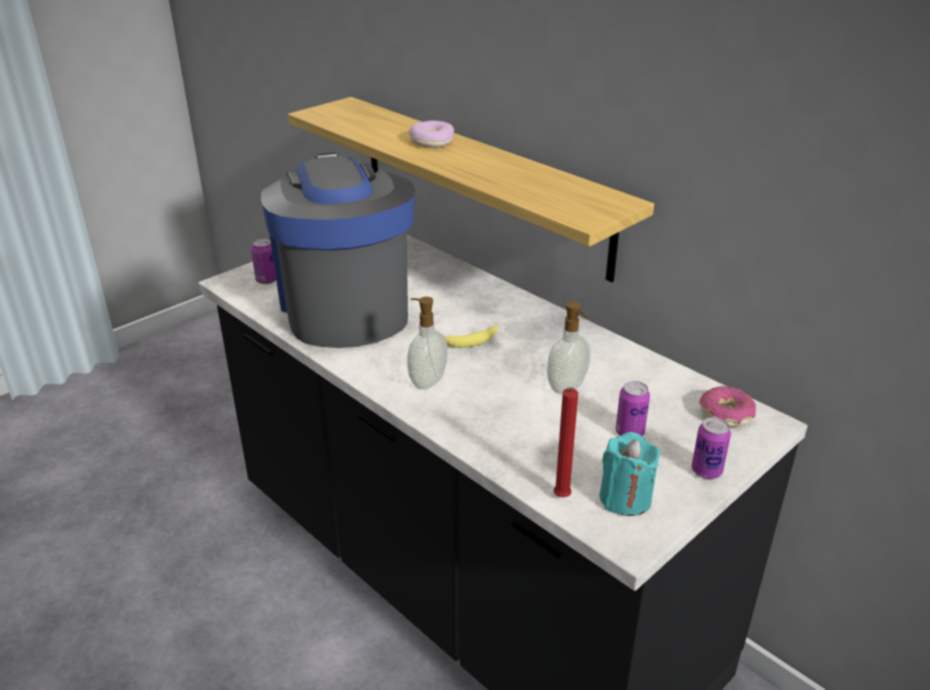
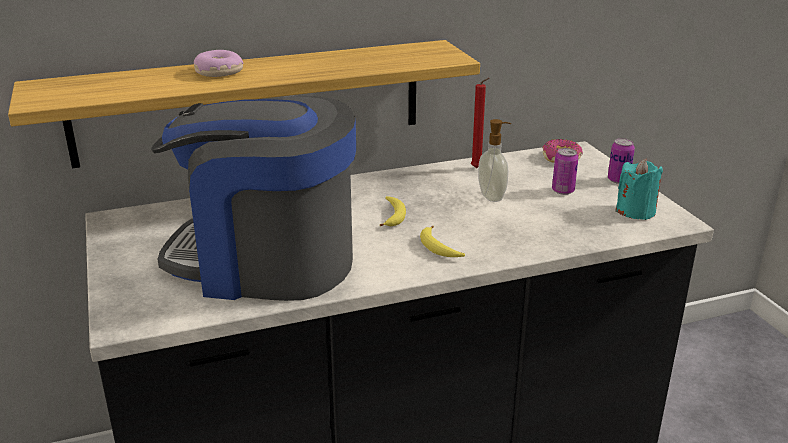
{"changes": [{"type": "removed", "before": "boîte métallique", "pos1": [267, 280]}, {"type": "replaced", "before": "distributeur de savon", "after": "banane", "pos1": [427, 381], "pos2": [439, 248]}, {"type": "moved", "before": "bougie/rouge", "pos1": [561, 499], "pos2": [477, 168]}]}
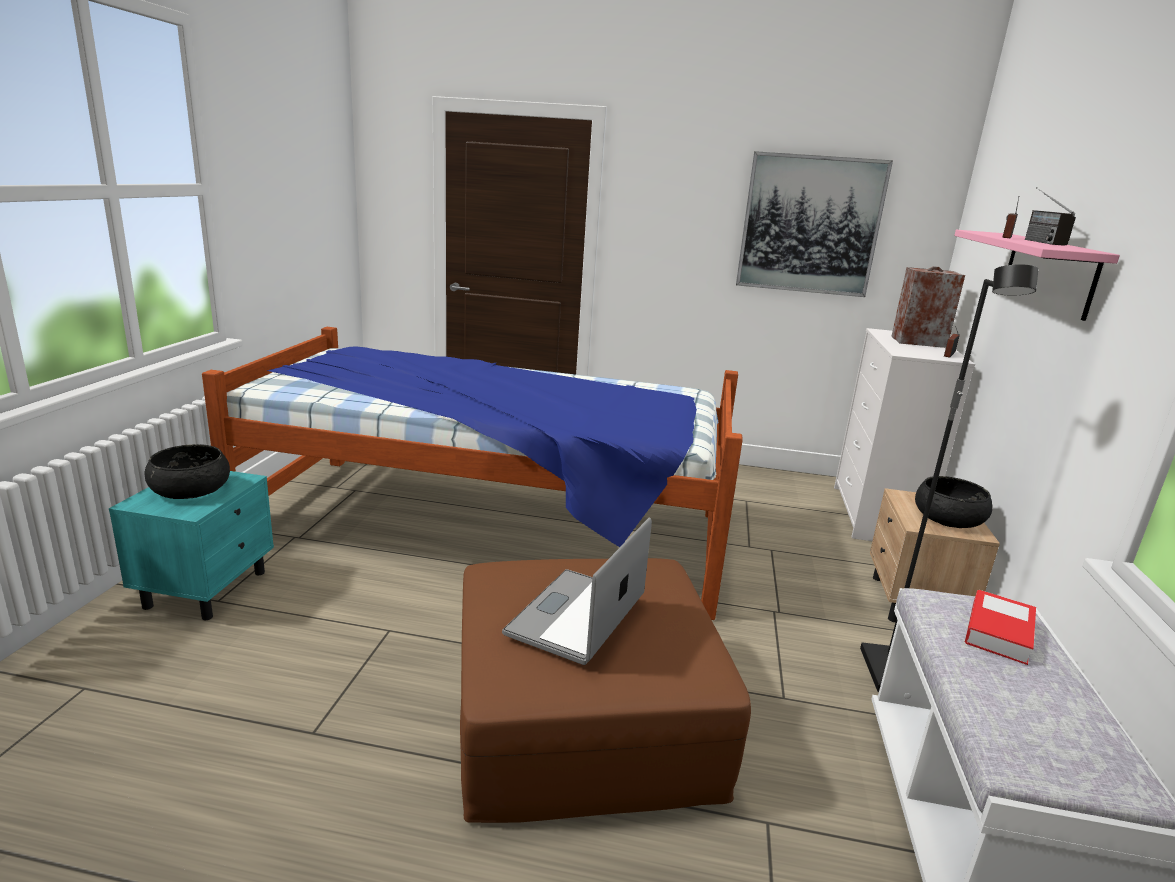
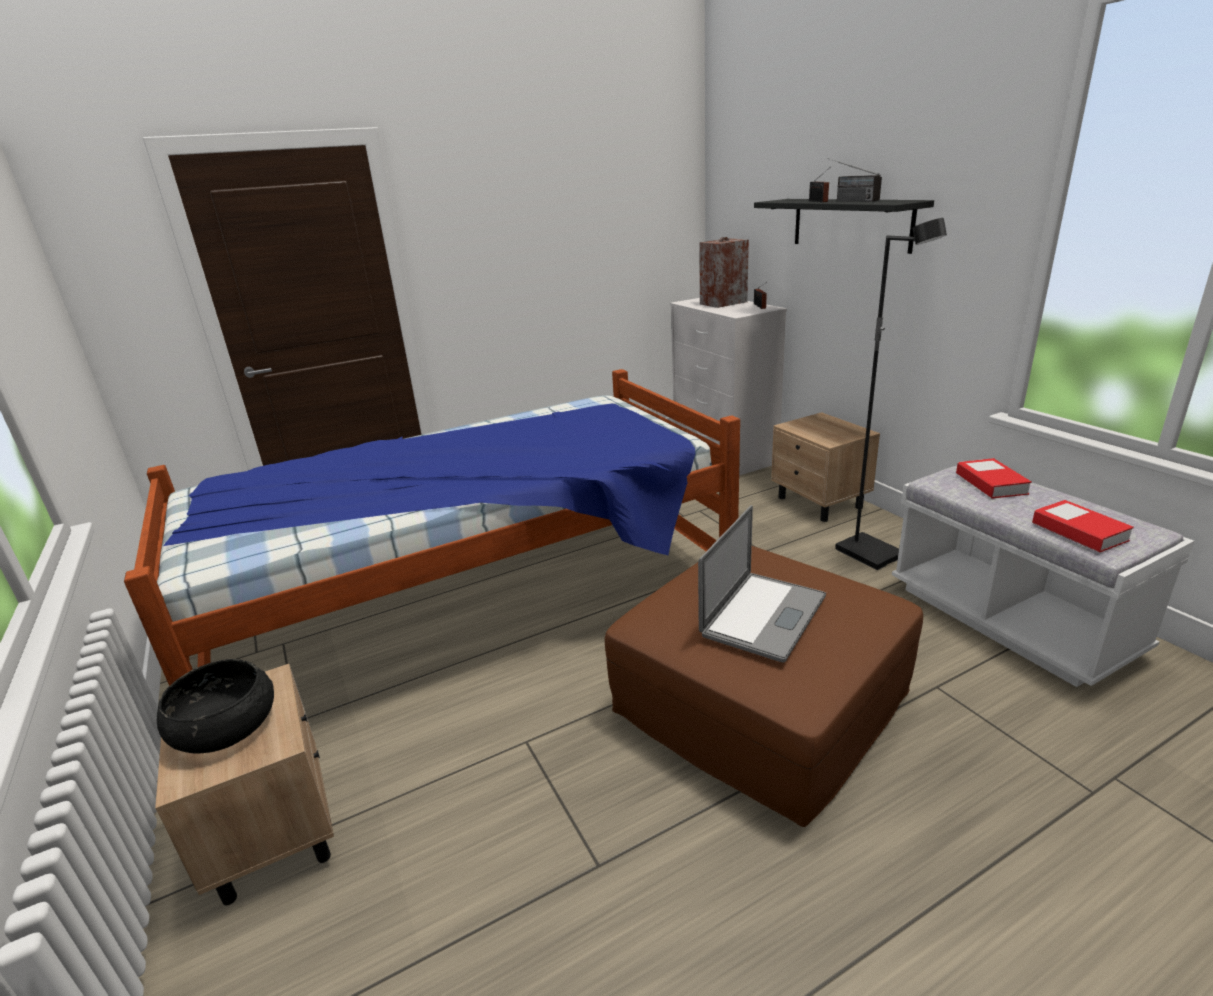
{"changes": [{"type": "removed", "before": "tableau", "pos1": [810, 225]}, {"type": "recoloured", "before": "étagère/rose", "after": "étagère/noir", "pos1": [1048, 273], "pos2": [850, 224]}, {"type": "recoloured", "before": "table de chevet/turquoise", "after": "table de chevet/beige", "pos1": [208, 588], "pos2": [274, 832]}, {"type": "removed", "before": "bol/noir", "pos1": [948, 518]}, {"type": "turned", "before": "ordinateur portable", "pos1": [576, 615], "pos2": [763, 615], "turn": -135}, {"type": "added", "after": "livre", "pos2": [1079, 532]}]}
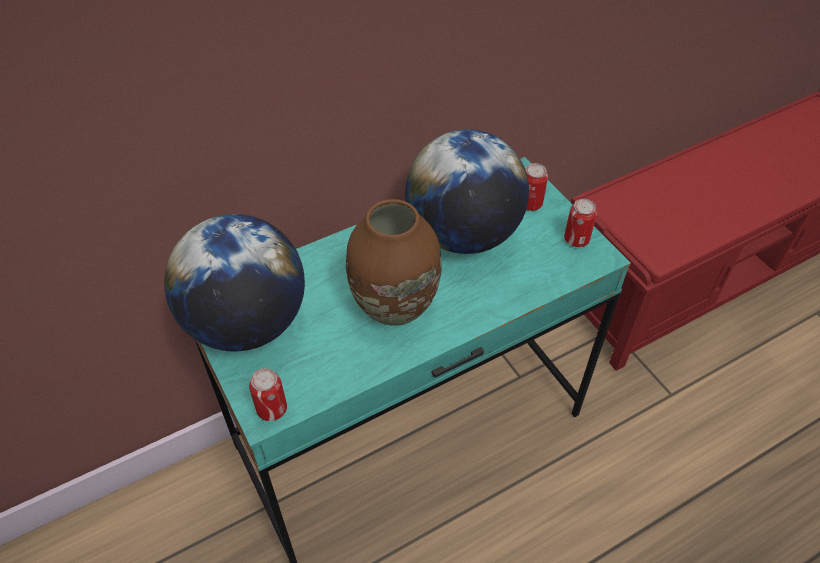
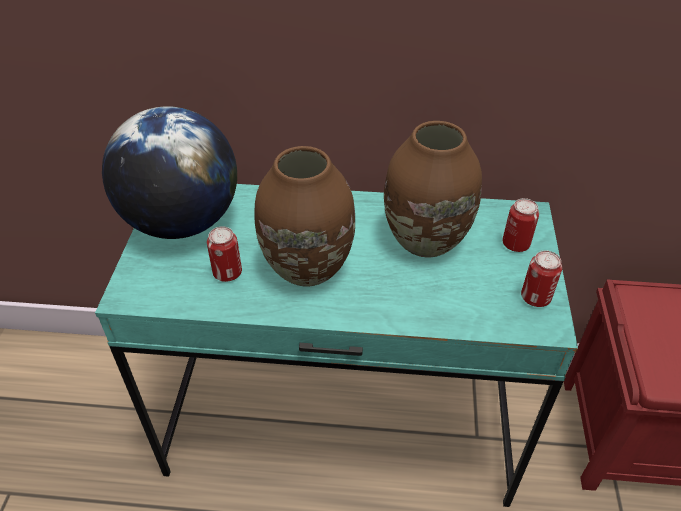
{"changes": [{"type": "replaced", "before": "globe", "after": "vase/marron", "pos1": [463, 234], "pos2": [424, 240]}, {"type": "moved", "before": "boîte métallique", "pos1": [272, 409], "pos2": [227, 273]}]}
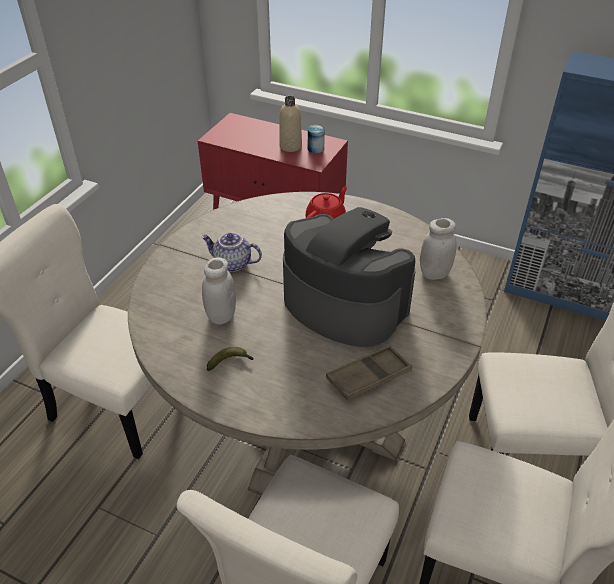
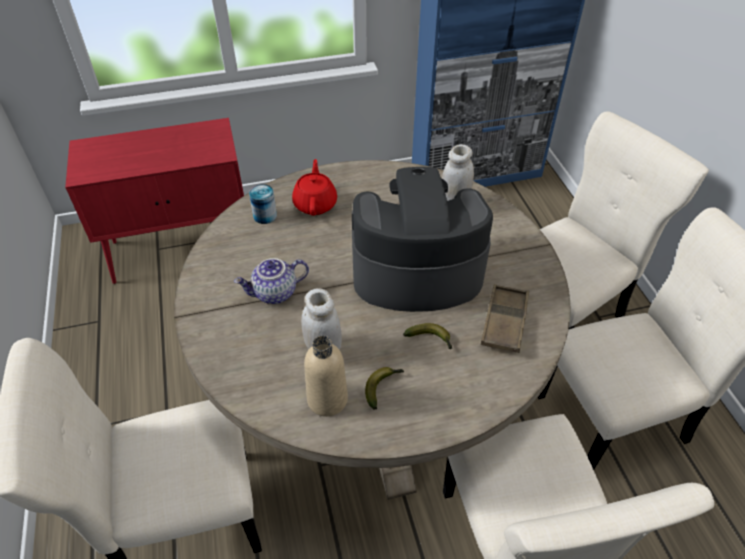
{"changes": [{"type": "moved", "before": "bouteille/beige", "pos1": [290, 146], "pos2": [327, 399]}, {"type": "moved", "before": "boîte métallique", "pos1": [315, 149], "pos2": [265, 216]}, {"type": "added", "after": "banane", "pos2": [431, 339]}]}
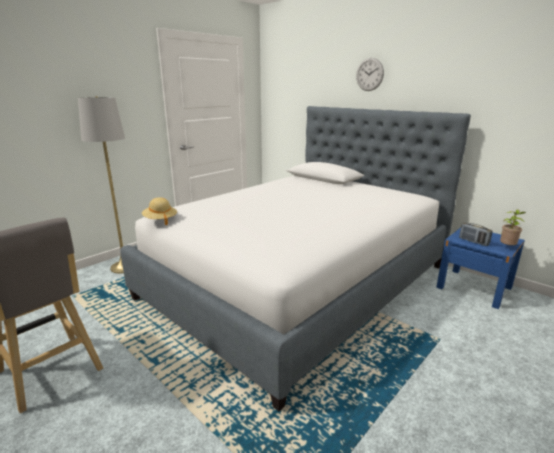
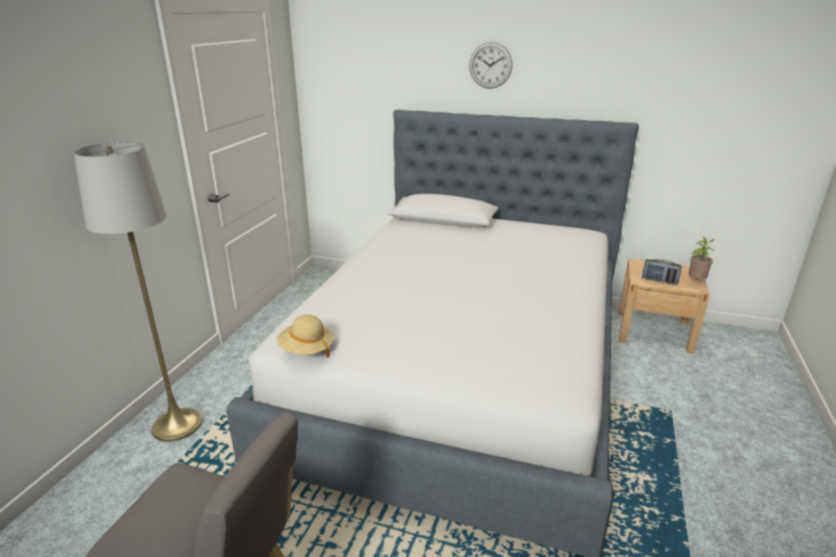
{"changes": [{"type": "recoloured", "before": "table de chevet/bleu", "after": "table de chevet/beige", "pos1": [474, 287], "pos2": [654, 331]}]}
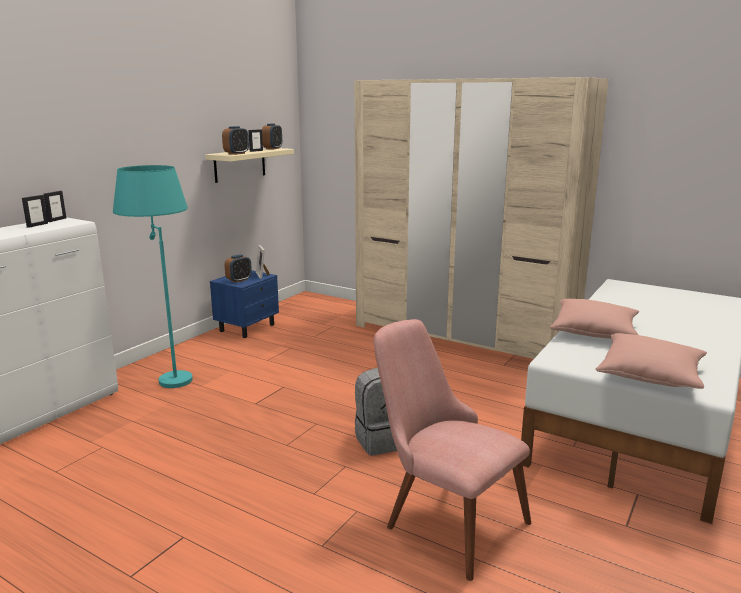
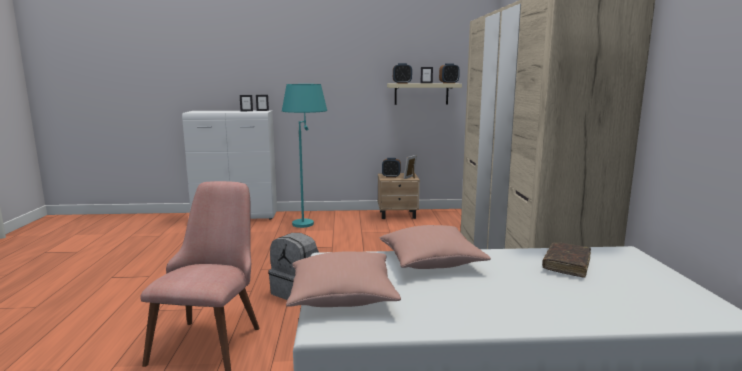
{"changes": [{"type": "recoloured", "before": "table de chevet/bleu", "after": "table de chevet/beige", "pos1": [248, 327], "pos2": [398, 215]}, {"type": "added", "after": "livre/marron", "pos2": [566, 265]}]}
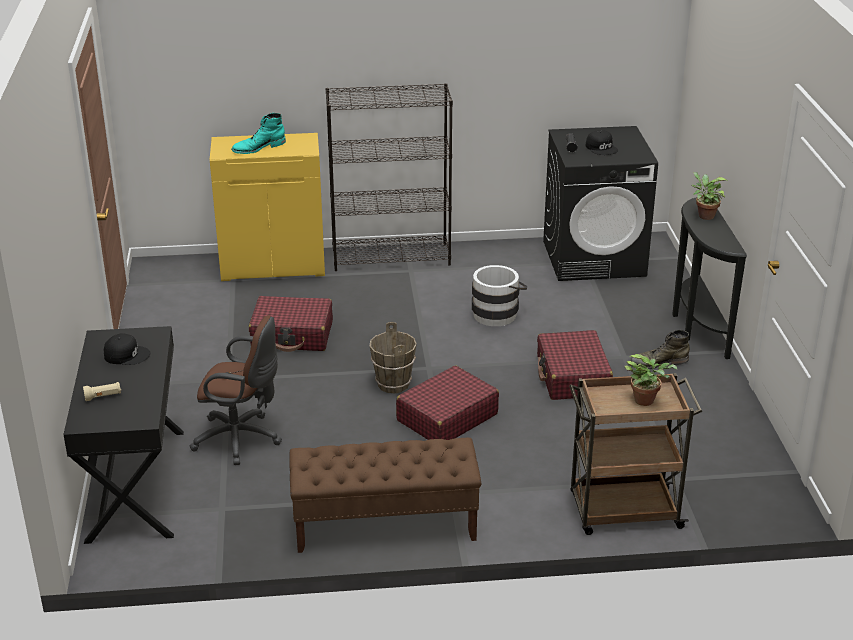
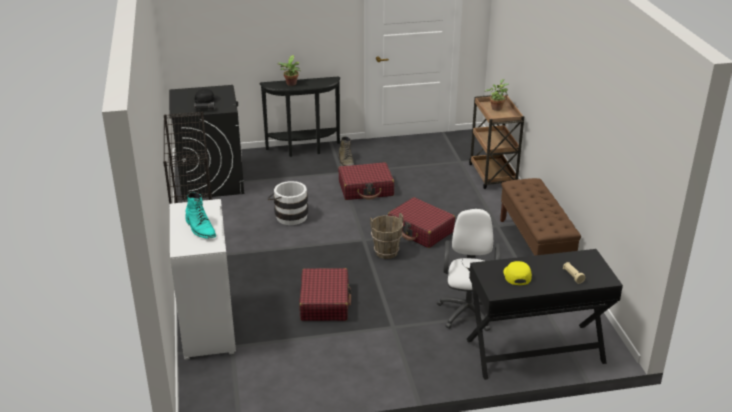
{"changes": [{"type": "recoloured", "before": "meuble de rangement/jaune", "after": "meuble de rangement/blanc", "pos1": [273, 265], "pos2": [207, 326]}, {"type": "recoloured", "before": "chaise de bureau/marron", "after": "chaise de bureau/blanc", "pos1": [241, 439], "pos2": [468, 310]}, {"type": "recoloured", "before": "casquette/noir", "after": "casquette/jaune", "pos1": [126, 355], "pos2": [516, 275]}]}
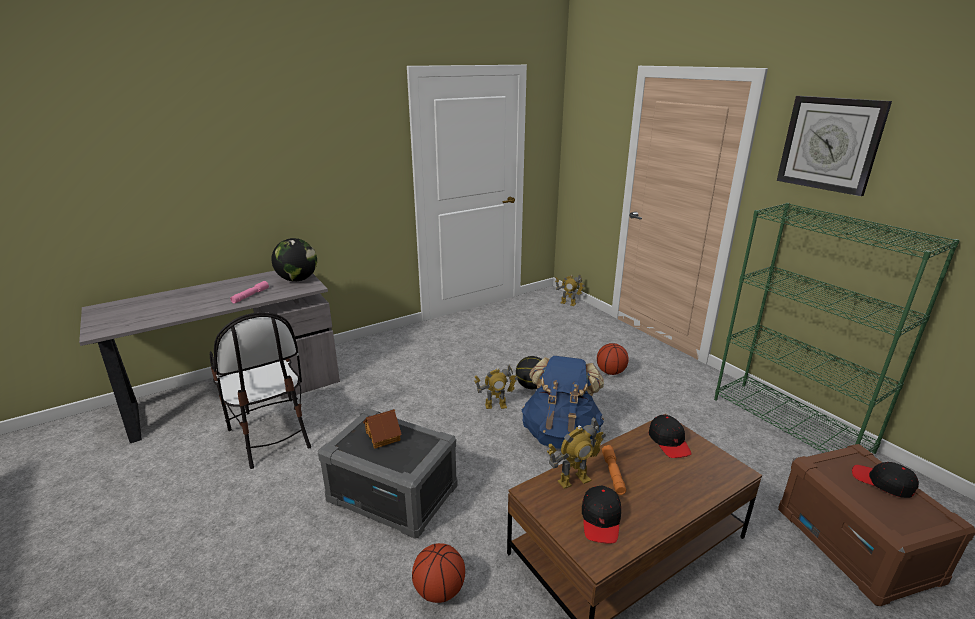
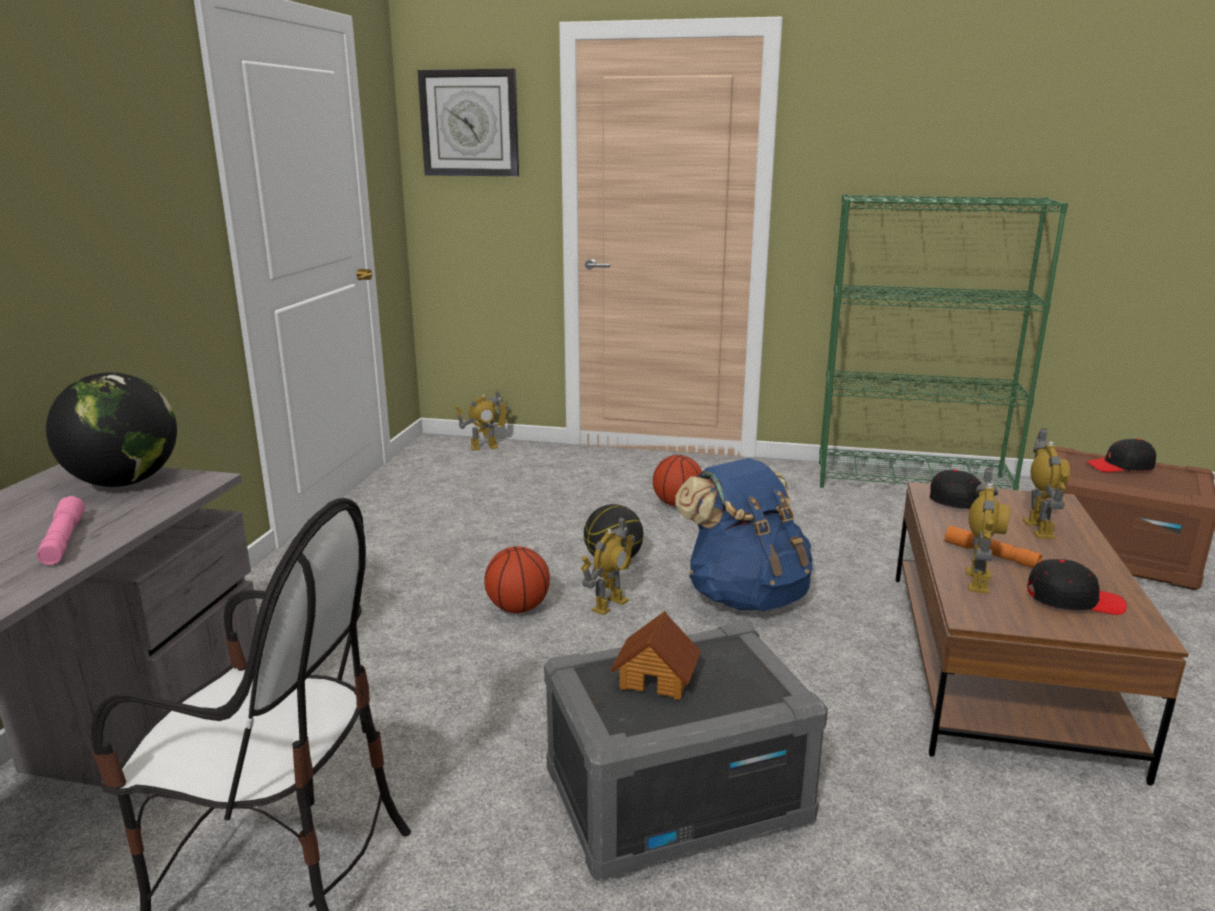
{"changes": [{"type": "moved", "before": "horloge murale", "pos1": [830, 144], "pos2": [470, 123]}, {"type": "turned", "before": "casquette/noir", "pos1": [601, 520], "pos2": [1073, 599], "turn": -45}, {"type": "moved", "before": "ballon de basket", "pos1": [440, 590], "pos2": [518, 608]}, {"type": "added", "after": "robot jouet", "pos2": [1039, 529]}]}
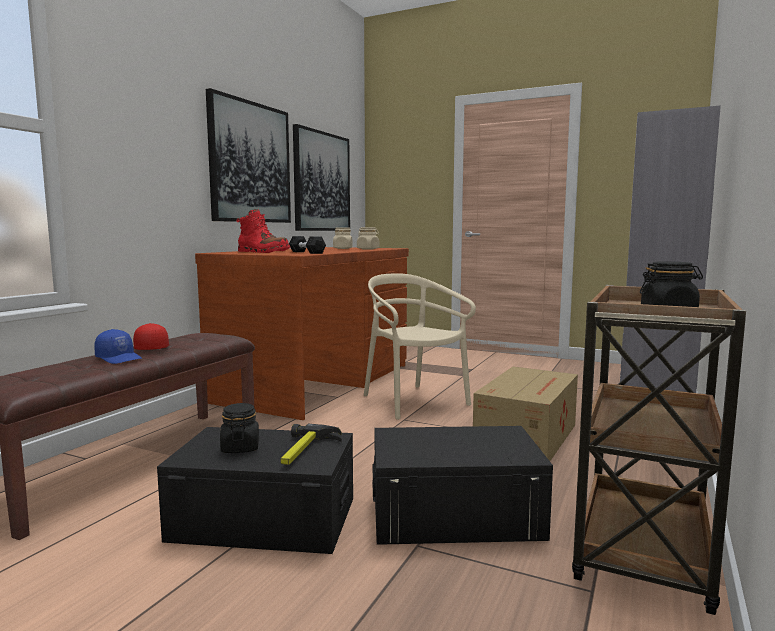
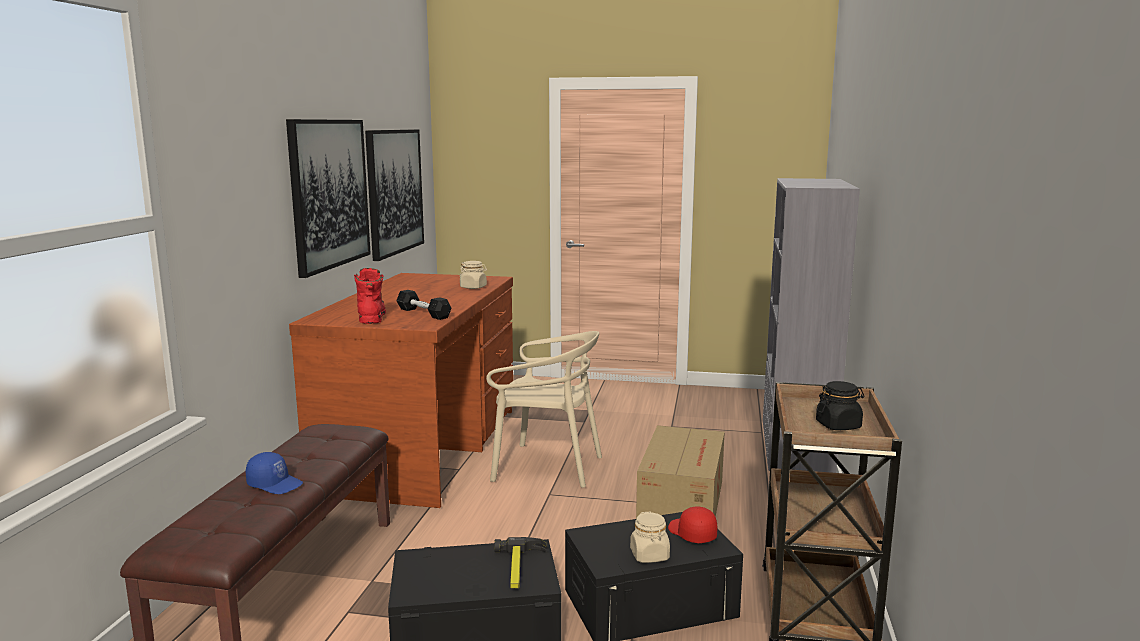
{"changes": [{"type": "turned", "before": "botte/rouge", "pos1": [263, 252], "pos2": [371, 316], "turn": -120}, {"type": "moved", "before": "bocal/beige", "pos1": [342, 248], "pos2": [649, 555]}, {"type": "turned", "before": "chaise/beige", "pos1": [413, 401], "pos2": [547, 467], "turn": 150}, {"type": "moved", "before": "casquette/rouge", "pos1": [152, 348], "pos2": [691, 534]}, {"type": "removed", "before": "bocal/noir", "pos1": [240, 448]}]}
